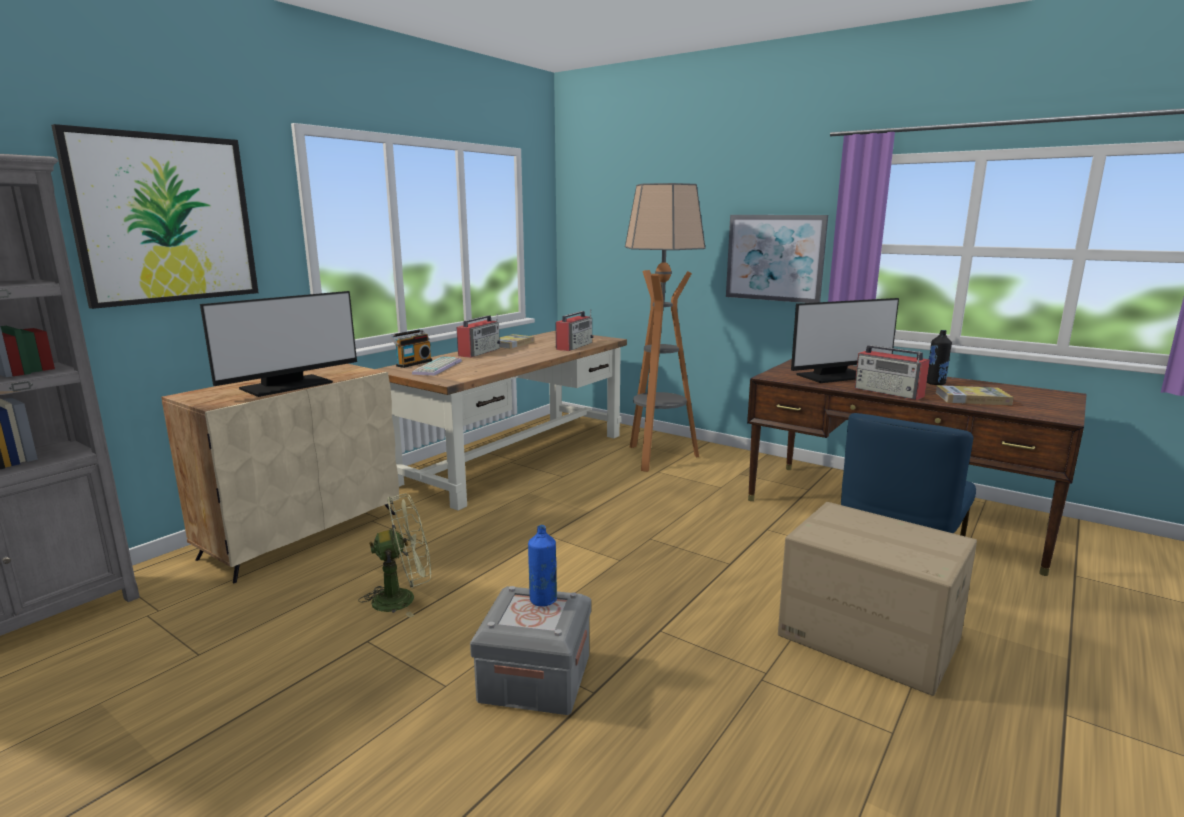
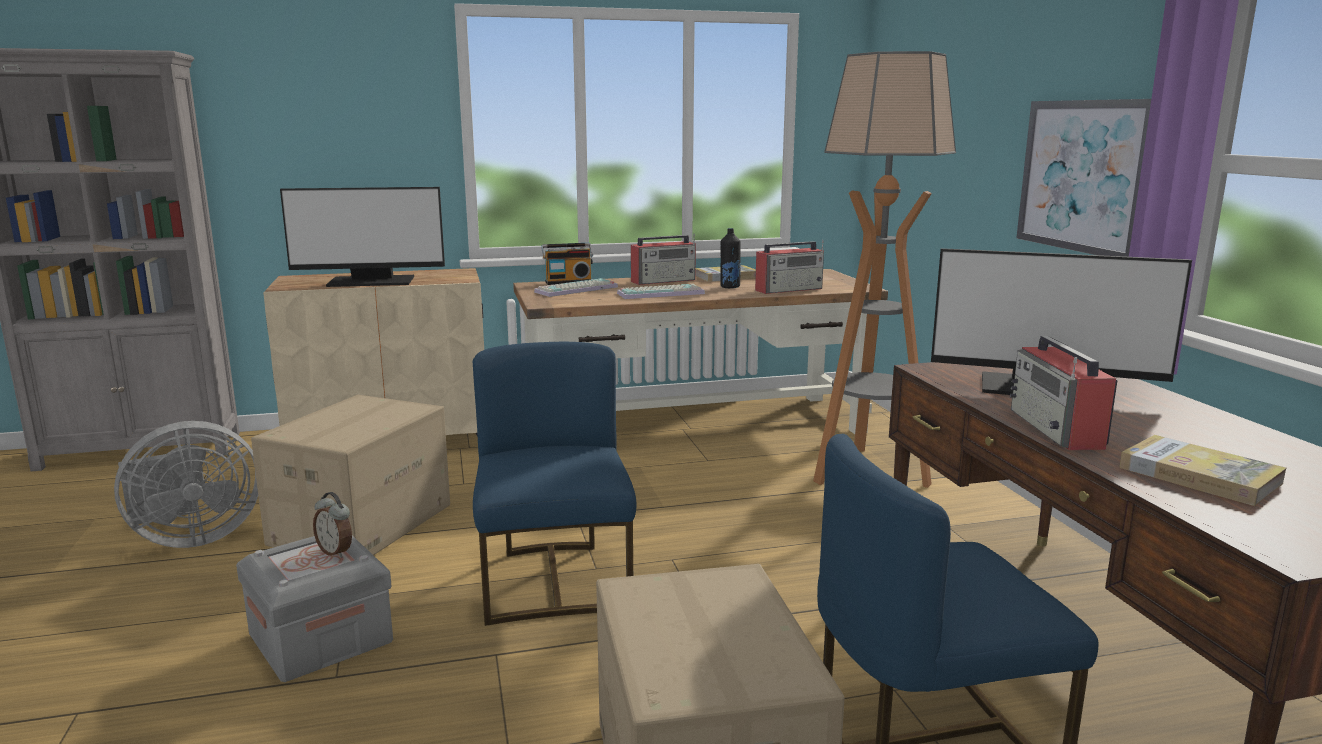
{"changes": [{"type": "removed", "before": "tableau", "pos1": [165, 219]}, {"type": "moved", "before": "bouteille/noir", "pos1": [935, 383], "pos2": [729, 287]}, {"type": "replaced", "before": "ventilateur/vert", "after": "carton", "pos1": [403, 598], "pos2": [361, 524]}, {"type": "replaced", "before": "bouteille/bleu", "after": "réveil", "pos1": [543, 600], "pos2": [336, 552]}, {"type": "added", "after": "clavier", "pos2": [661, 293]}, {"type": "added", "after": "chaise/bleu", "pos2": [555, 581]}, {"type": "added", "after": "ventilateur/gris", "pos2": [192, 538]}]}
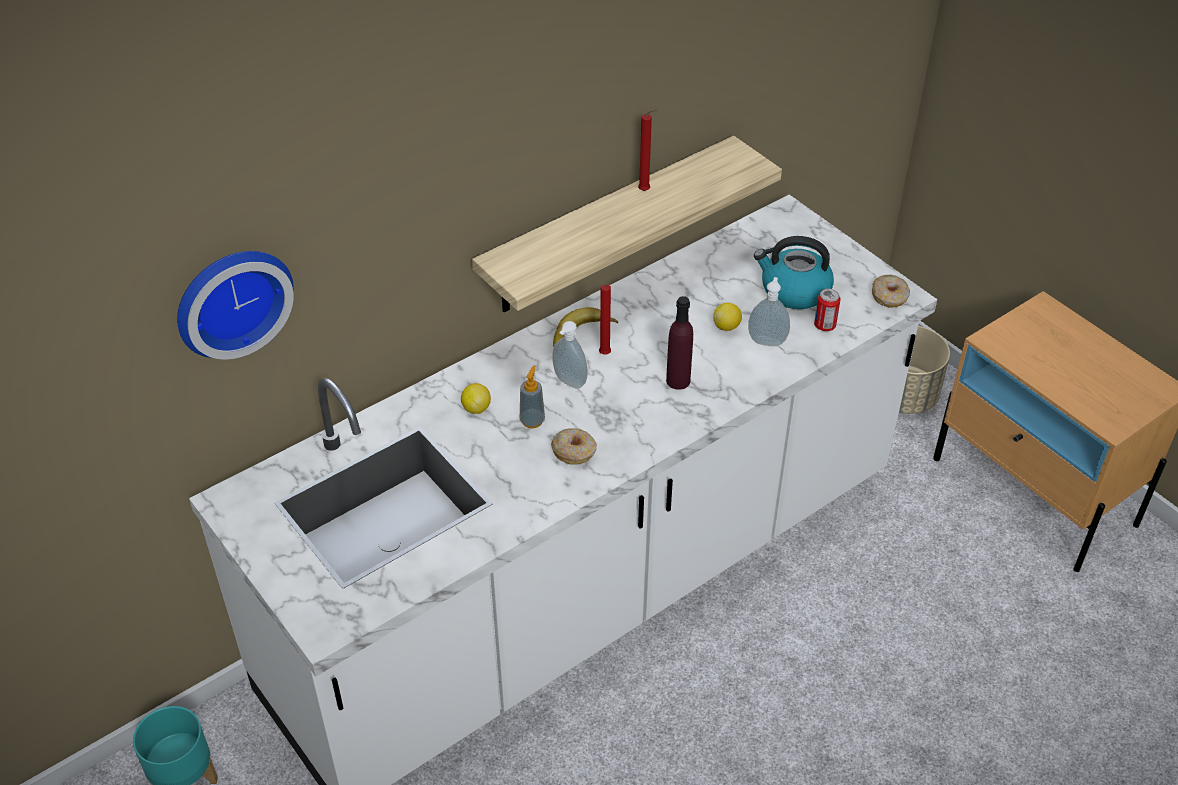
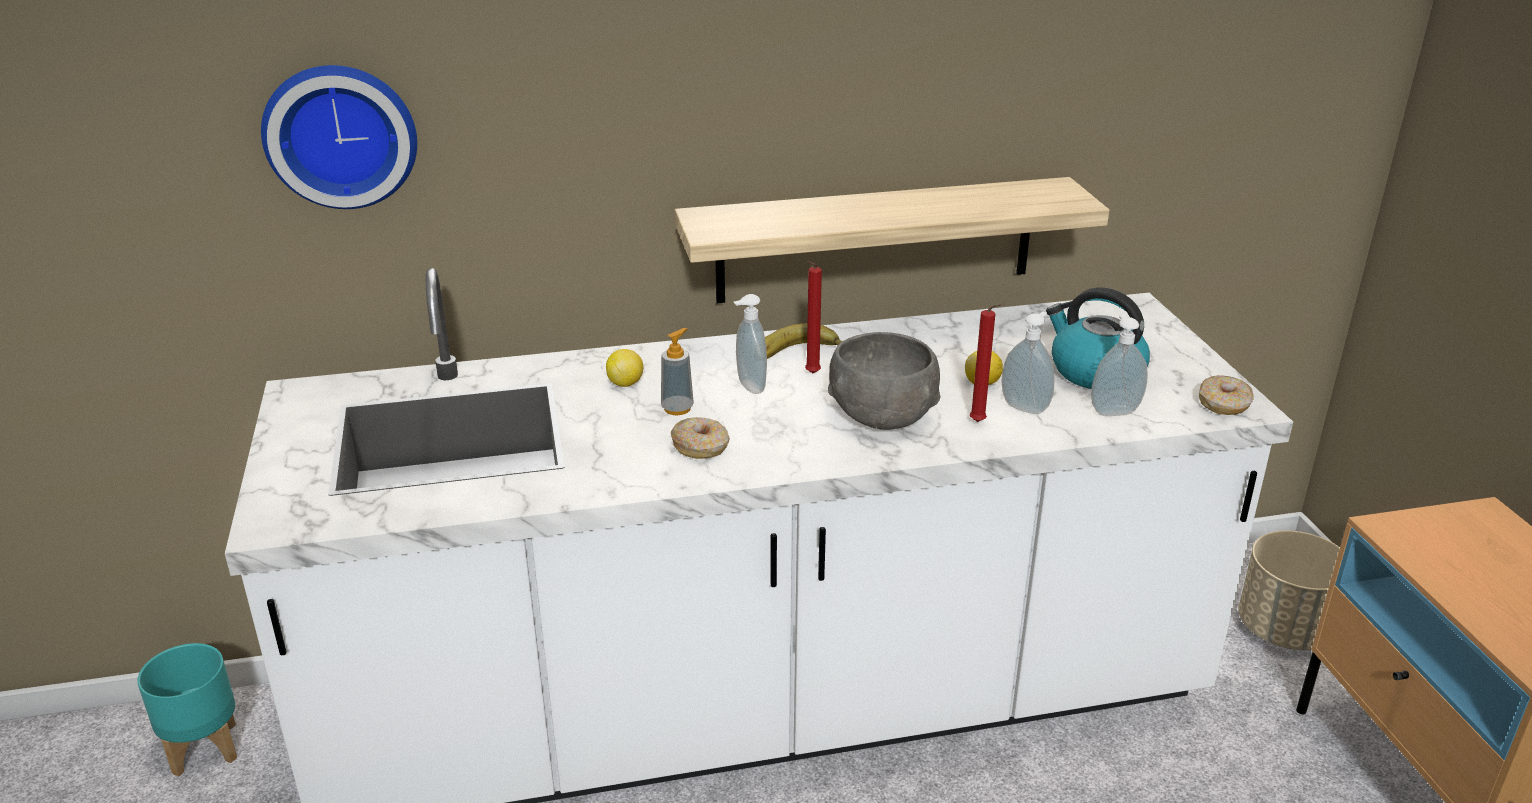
{"changes": [{"type": "moved", "before": "bougie/rouge", "pos1": [646, 191], "pos2": [979, 423]}, {"type": "replaced", "before": "boîte métallique", "after": "distributeur de savon", "pos1": [824, 325], "pos2": [1113, 410]}, {"type": "replaced", "before": "bouteille/violet", "after": "bol/gris", "pos1": [678, 381], "pos2": [881, 416]}]}
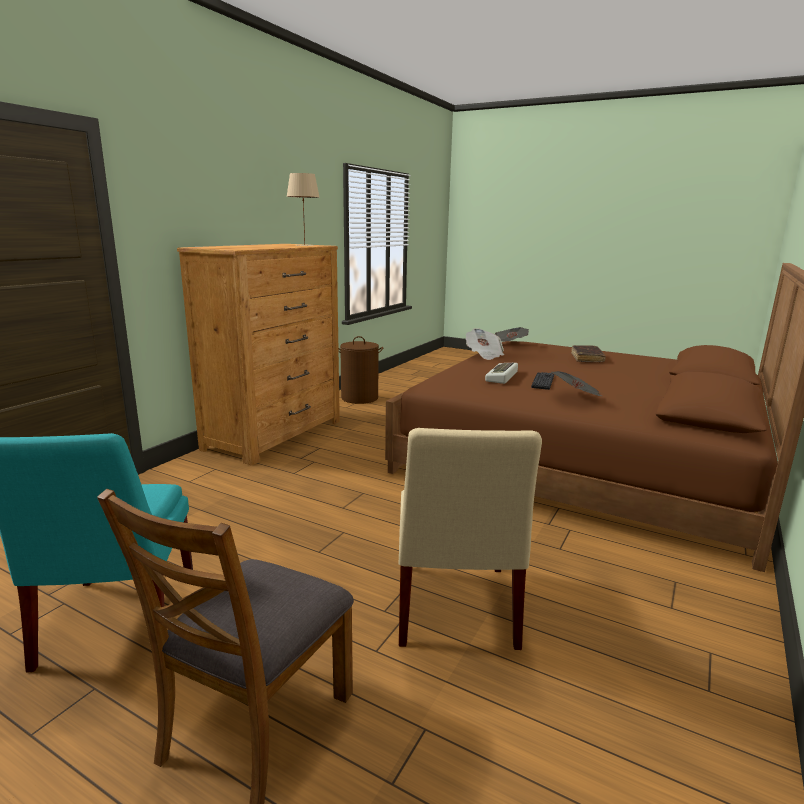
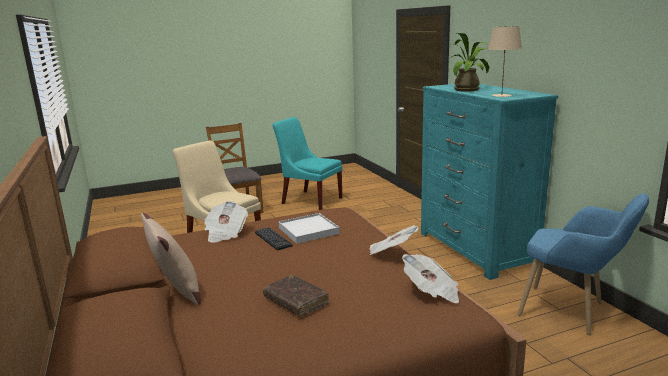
{"changes": [{"type": "recoloured", "before": "commode/marron", "after": "commode/turquoise", "pos1": [275, 435], "pos2": [475, 249]}, {"type": "replaced", "before": "panier à linge/marron", "after": "fauteuil/bleu", "pos1": [360, 398], "pos2": [573, 313]}, {"type": "replaced", "before": "clavier", "after": "plateau/blanc", "pos1": [502, 377], "pos2": [308, 230]}, {"type": "added", "after": "plante en pot", "pos2": [469, 89]}, {"type": "added", "after": "coussin/beige", "pos2": [177, 293]}]}
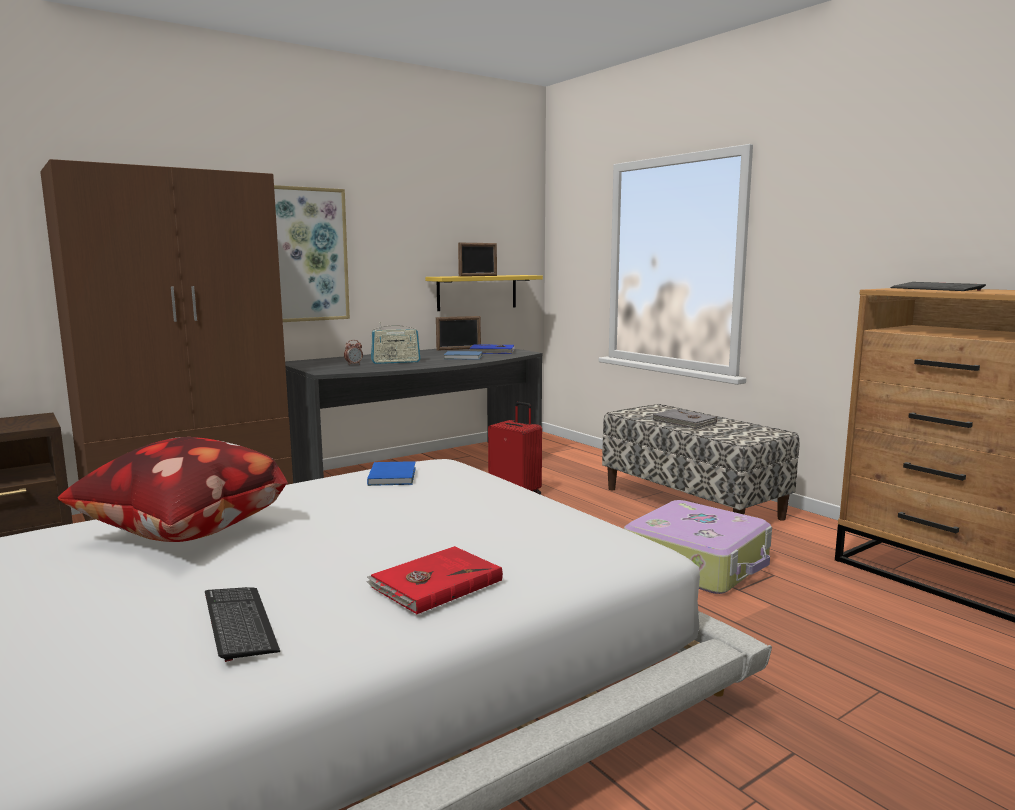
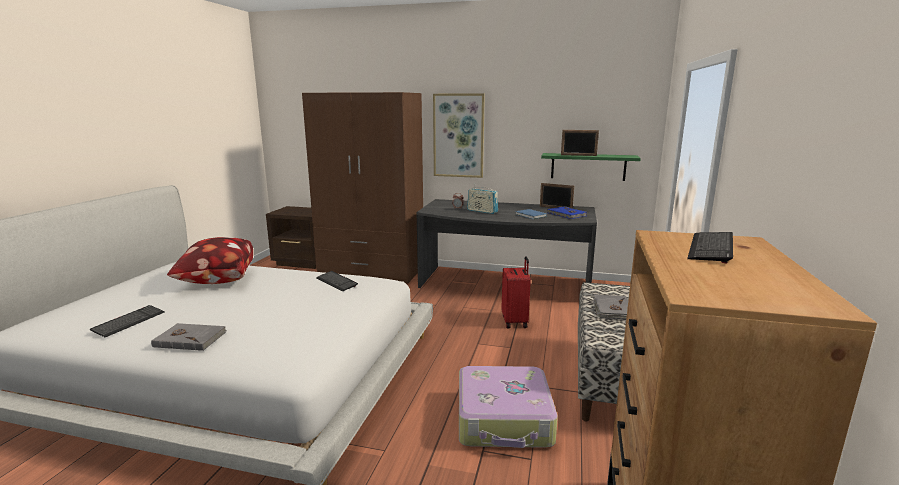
{"changes": [{"type": "recoloured", "before": "étagère/jaune", "after": "étagère/vert", "pos1": [477, 292], "pos2": [588, 166]}, {"type": "replaced", "before": "livre/bleu", "after": "clavier", "pos1": [393, 476], "pos2": [336, 282]}, {"type": "recoloured", "before": "livre/rouge", "after": "livre/gris", "pos1": [435, 583], "pos2": [190, 339]}]}
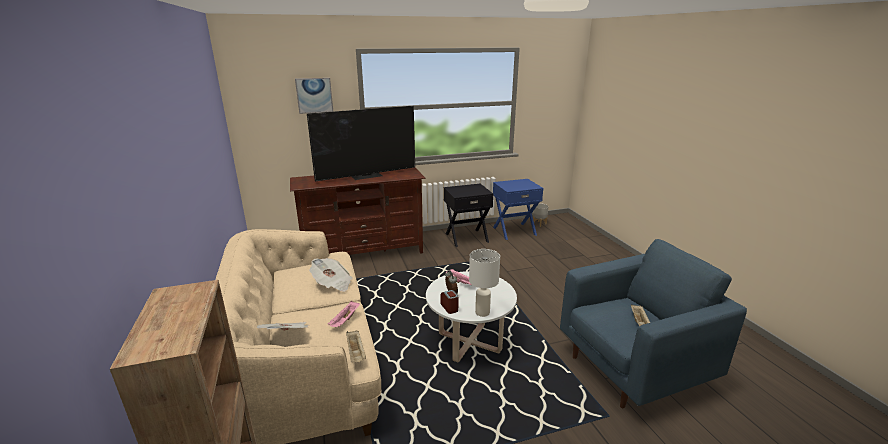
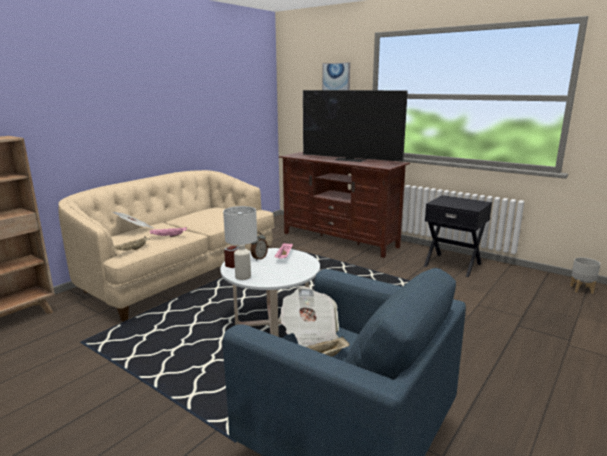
{"changes": [{"type": "removed", "before": "table de chevet/bleu", "pos1": [514, 231]}, {"type": "moved", "before": "journal", "pos1": [332, 284], "pos2": [309, 333]}]}
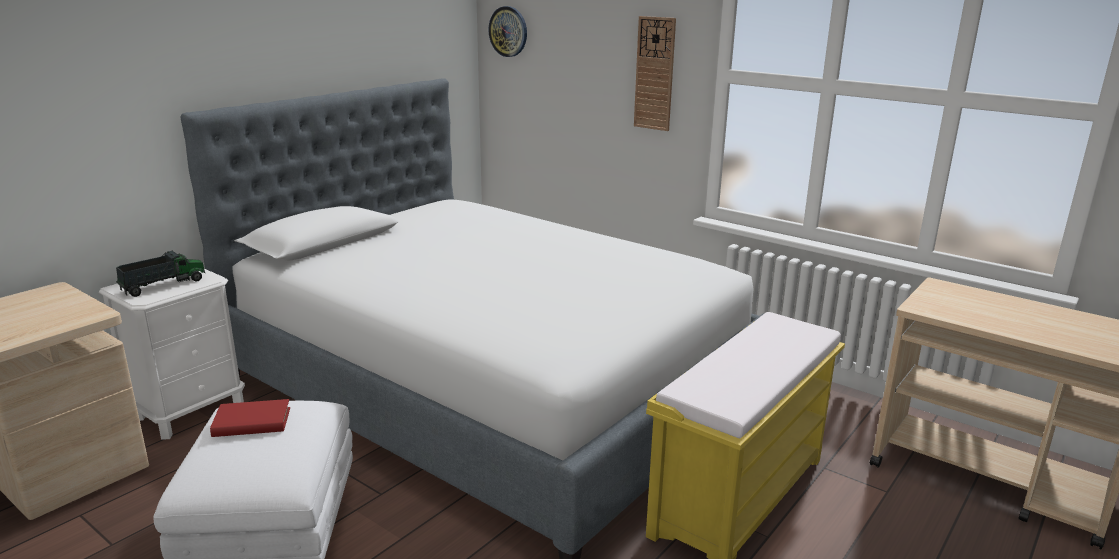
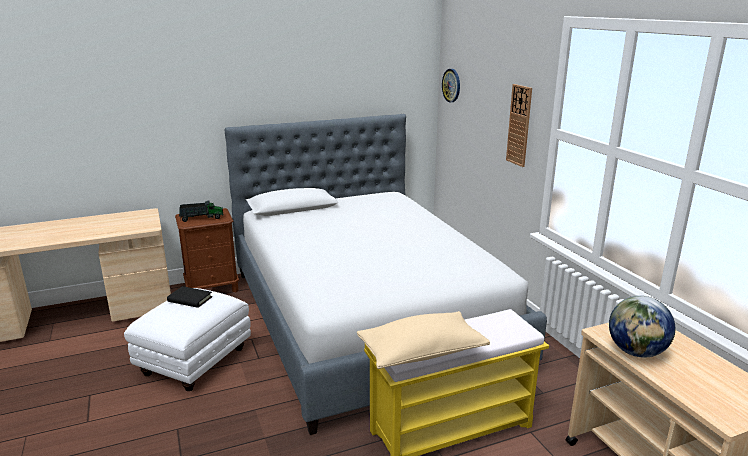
{"changes": [{"type": "recoloured", "before": "table de chevet/blanc", "after": "table de chevet/marron", "pos1": [190, 411], "pos2": [212, 288]}, {"type": "recoloured", "before": "livre/rouge", "after": "livre/noir", "pos1": [252, 422], "pos2": [190, 299]}, {"type": "added", "after": "globe", "pos2": [636, 352]}, {"type": "added", "after": "coussin/beige", "pos2": [421, 353]}]}
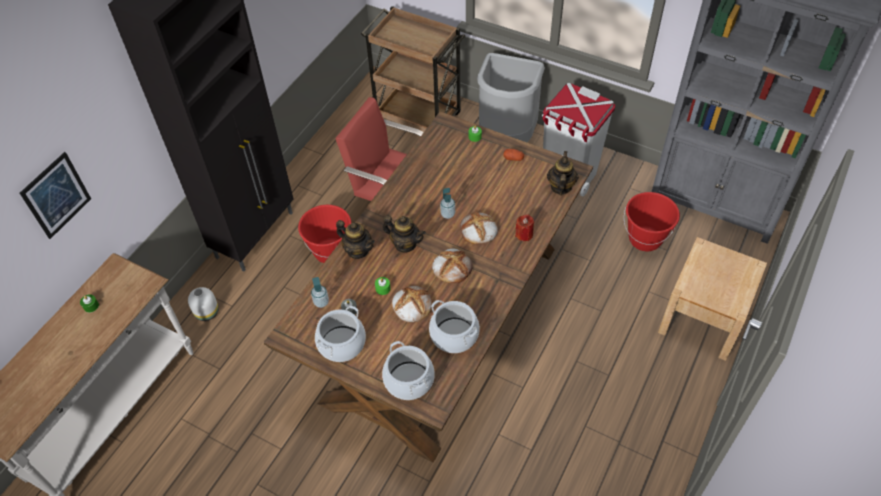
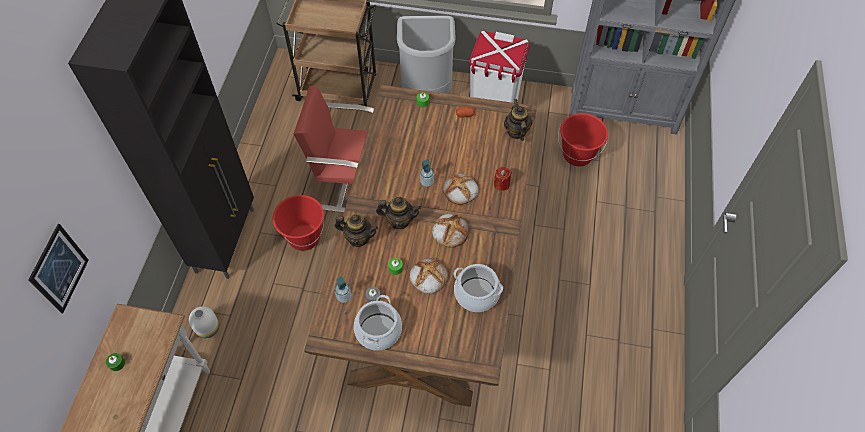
{"changes": [{"type": "removed", "before": "table de chevet/beige", "pos1": [703, 318]}, {"type": "removed", "before": "marmite", "pos1": [408, 380]}]}
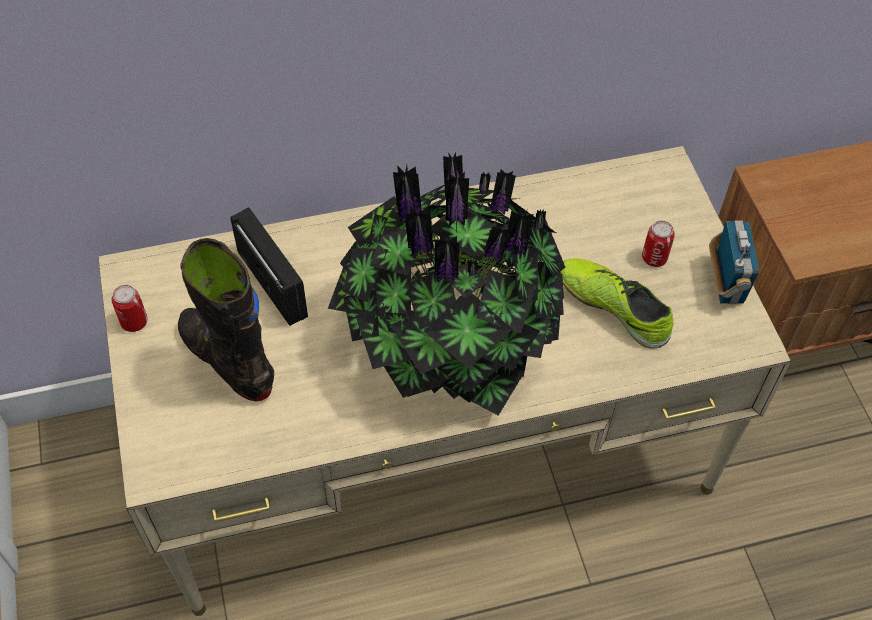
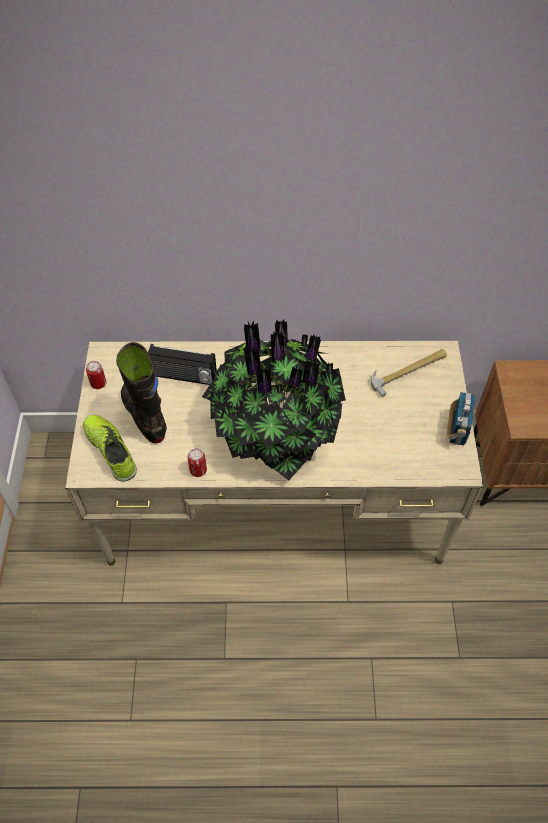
{"changes": [{"type": "turned", "before": "radio", "pos1": [274, 283], "pos2": [184, 377], "turn": 120}, {"type": "moved", "before": "boîte métallique", "pos1": [654, 258], "pos2": [198, 470]}, {"type": "moved", "before": "chaussure", "pos1": [613, 307], "pos2": [111, 450]}, {"type": "added", "after": "marteau", "pos2": [408, 372]}]}
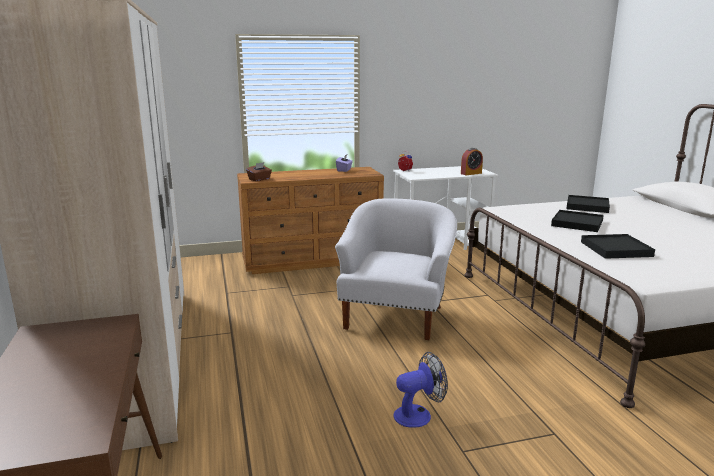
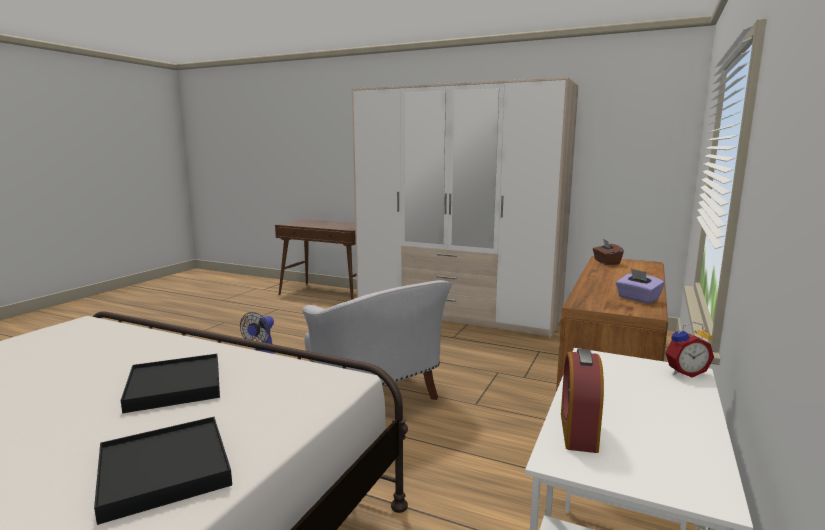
{"changes": [{"type": "removed", "before": "plateau/noir", "pos1": [616, 249]}]}
